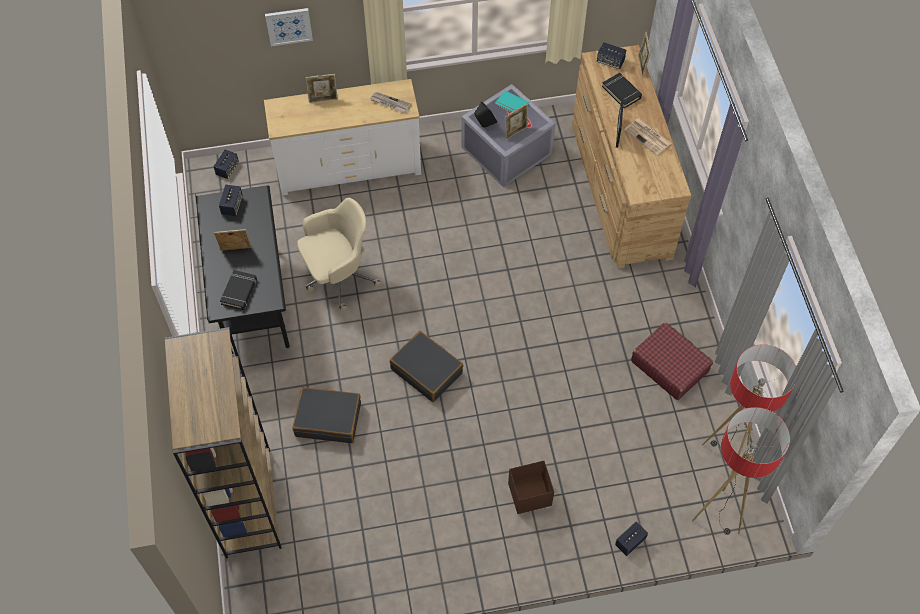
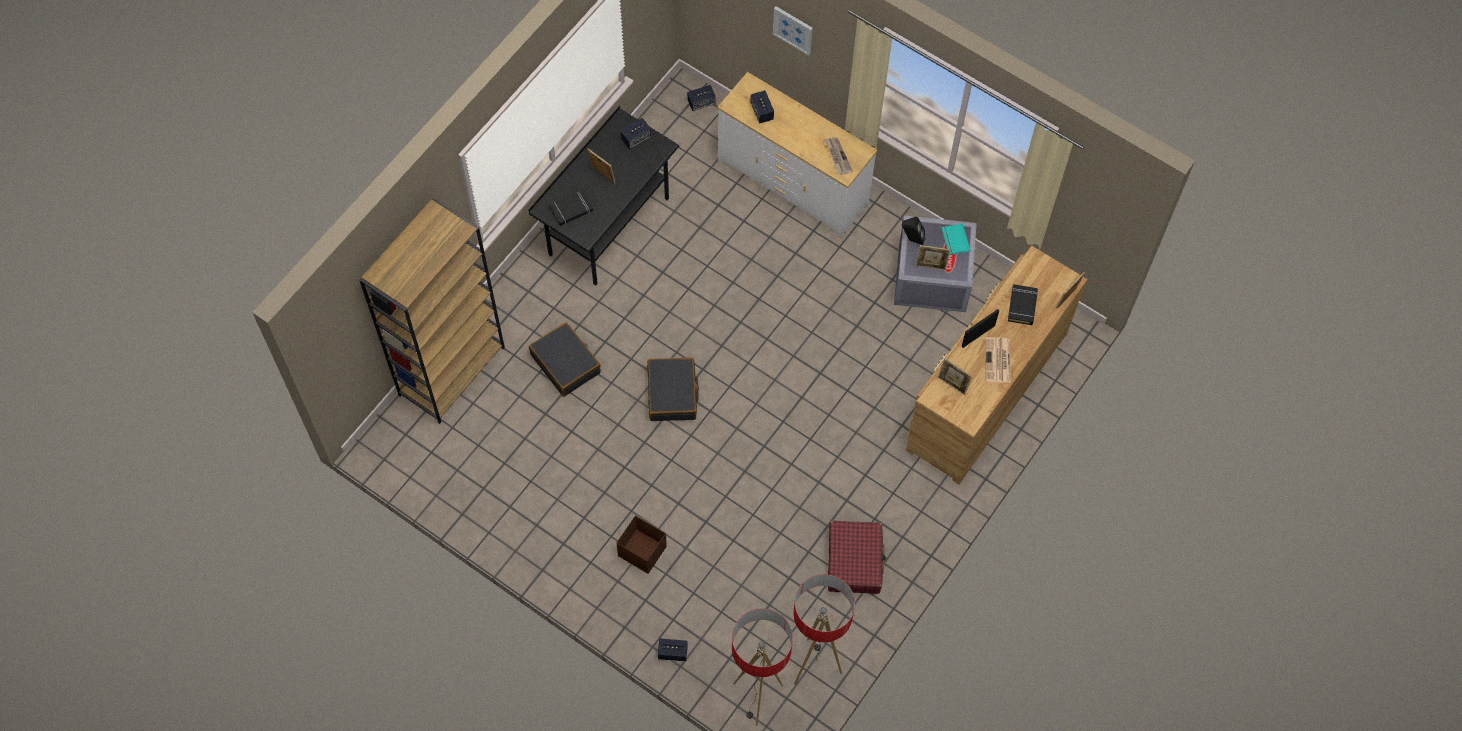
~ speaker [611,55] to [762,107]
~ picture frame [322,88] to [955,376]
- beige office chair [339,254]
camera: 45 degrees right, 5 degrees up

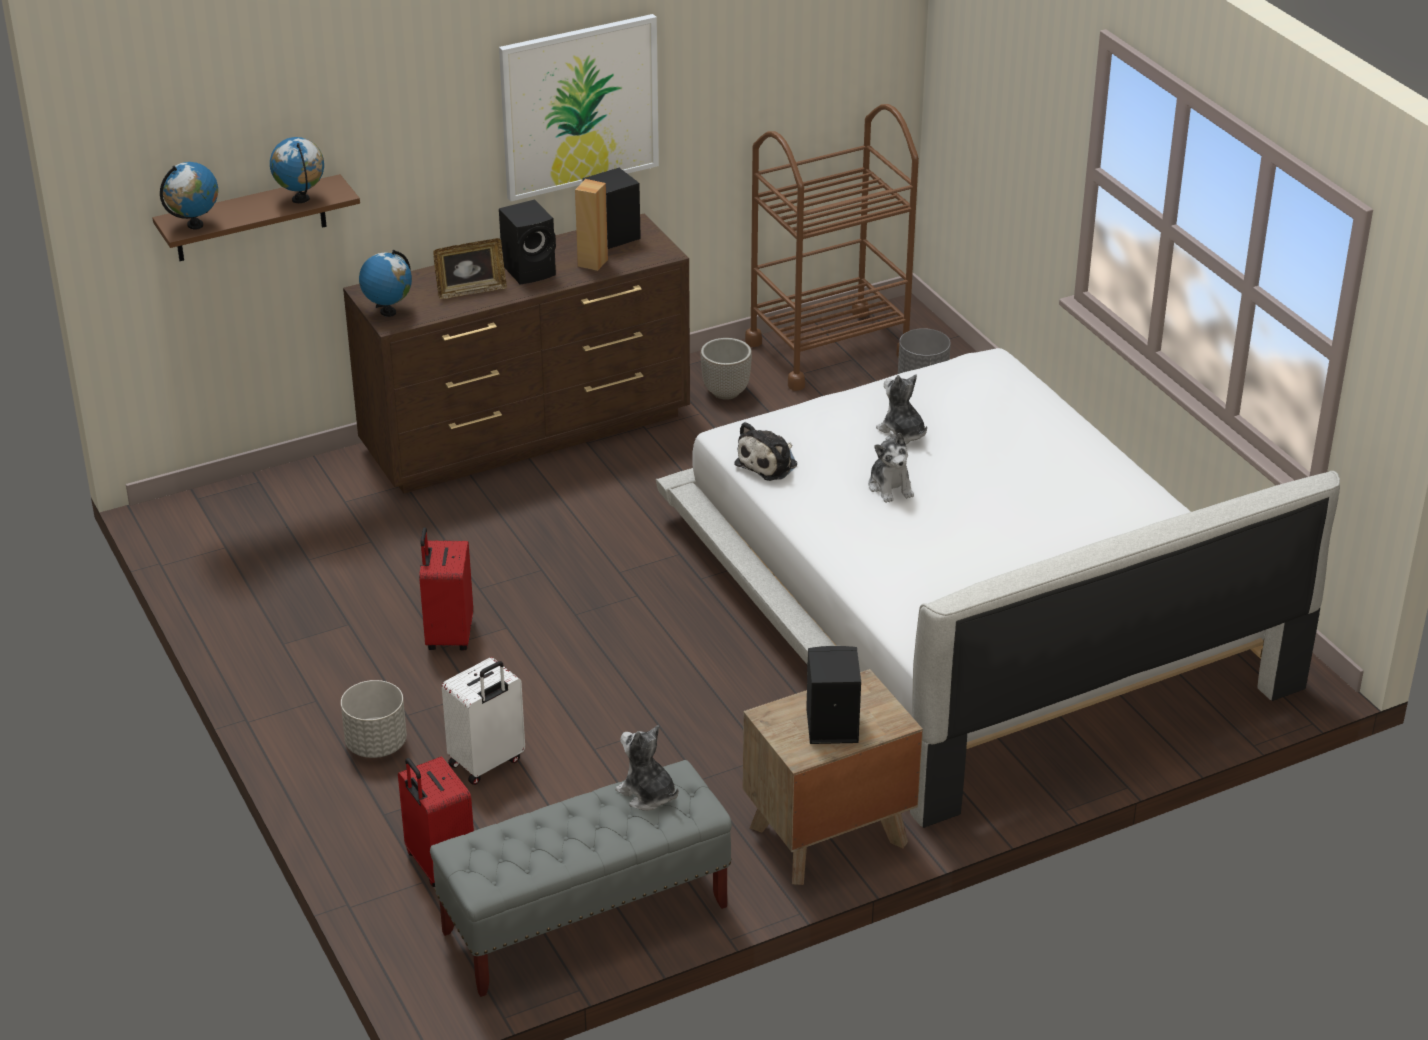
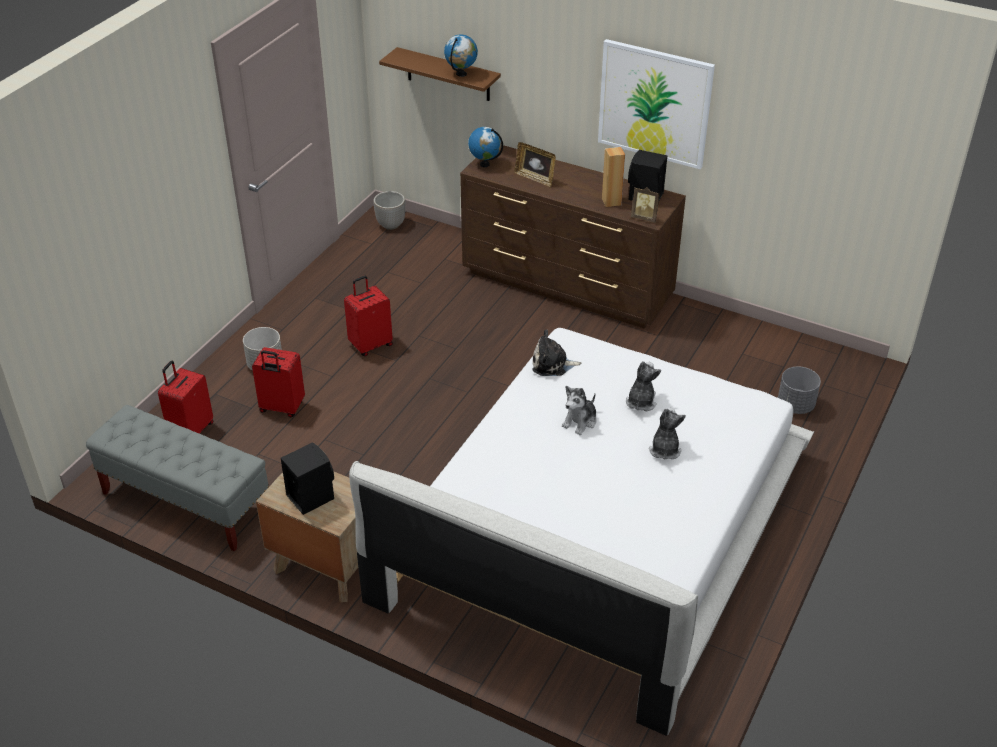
- brown cart [832,247]
- globe [189,196]
- black speaker [527,241]
~ planter [726,369] to [389,210]
~ white suitcase [483,721] to red suitcase [278,382]
~ plush toy [647,768] to [667,433]
+ picture frame [645,205]
camera: 55 degrees right, 5 degrees up

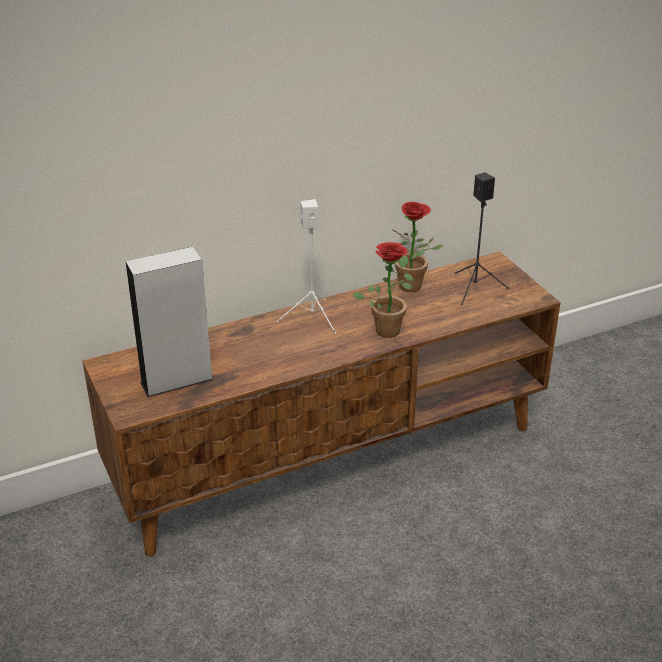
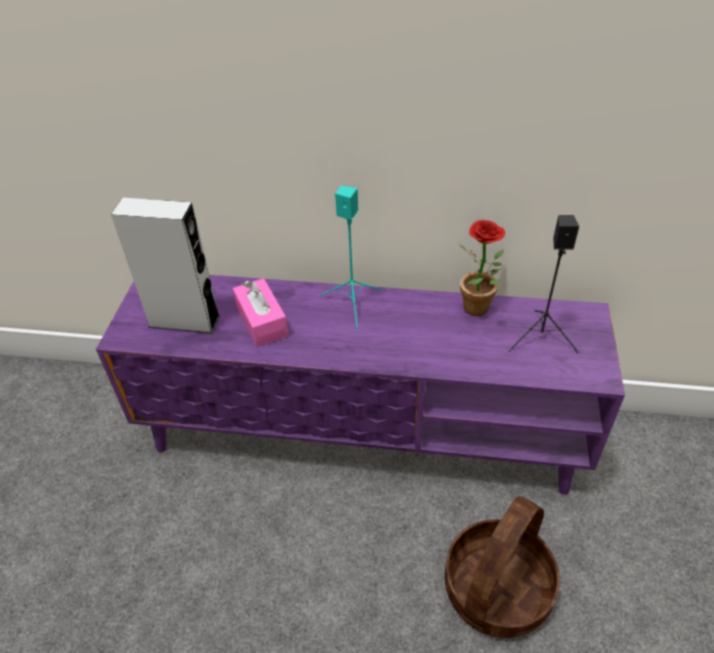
~ white speaker [306,266] to turquoise speaker [350,258]
- potted plant [383,290]
~ brown tv stand [321,404] to purple tv stand [360,385]
+ pink tissue box [261,312]
+ basket [502,567]
camera: 35 degrees right, 10 degrees up

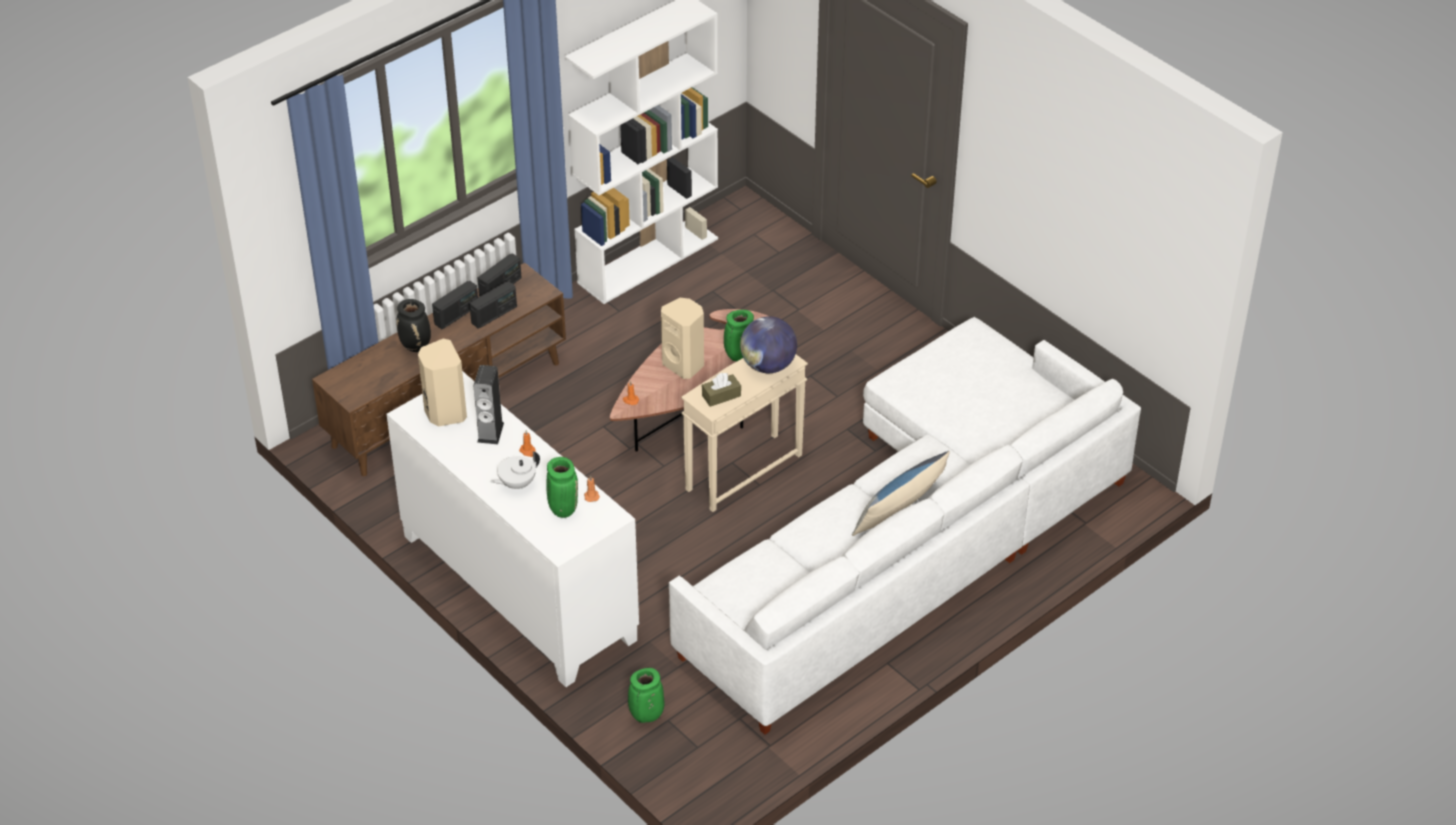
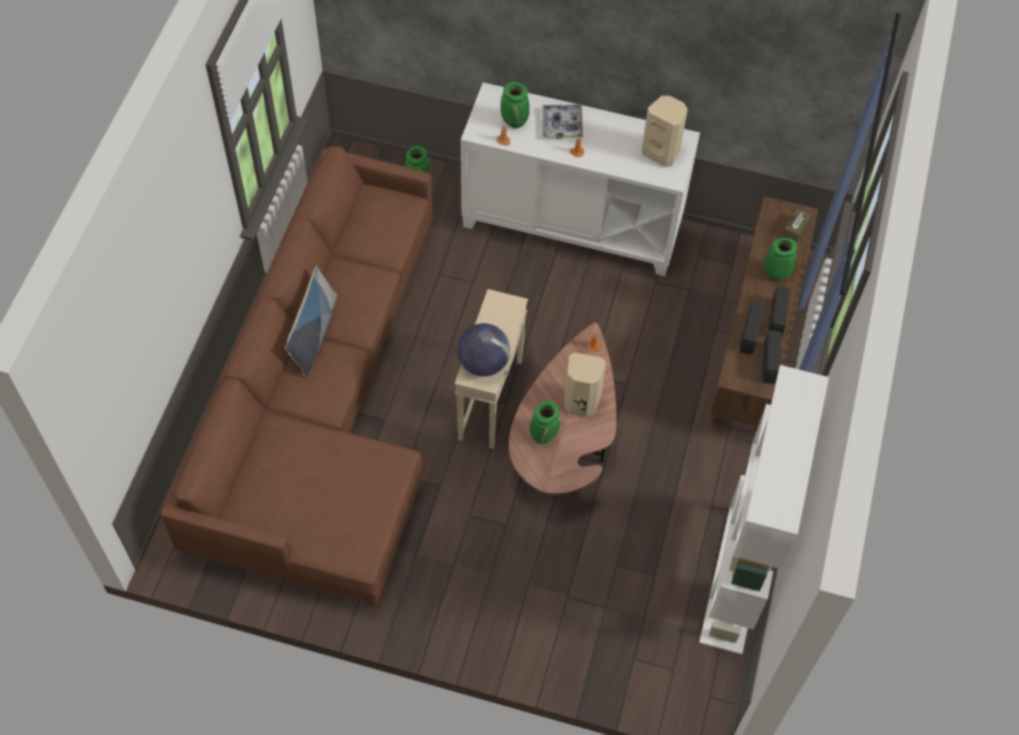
~ black vase [413,325] to green vase [780,259]
~ white sofa [905,526] to brown sofa [296,376]
- speaker [489,404]
~ brown tissue box [721,390] to [796,226]
~ white teapot [515,470] to tray [562,122]
camera: 145 degrees right, 15 degrees up

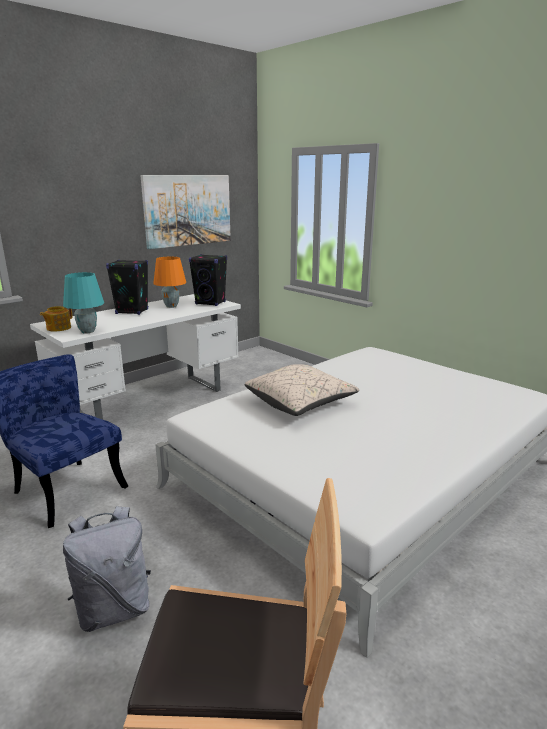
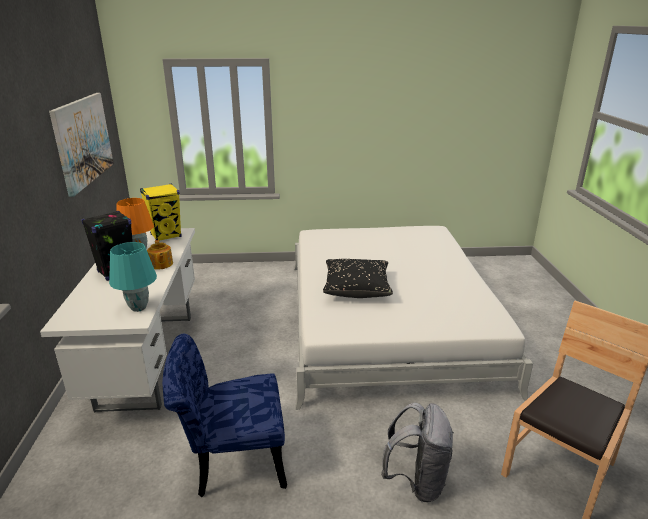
~ black speaker [208,280] to yellow speaker [161,212]
~ teapot [56,318] to [160,255]
~ beige pillow [302,390] to black pillow [358,278]
camera: 50 degrees left, 5 degrees up

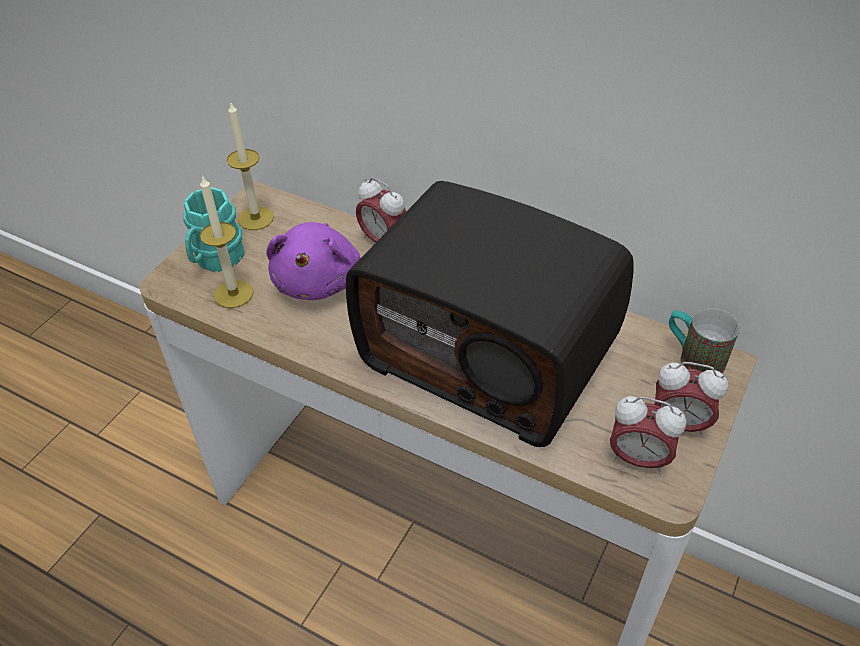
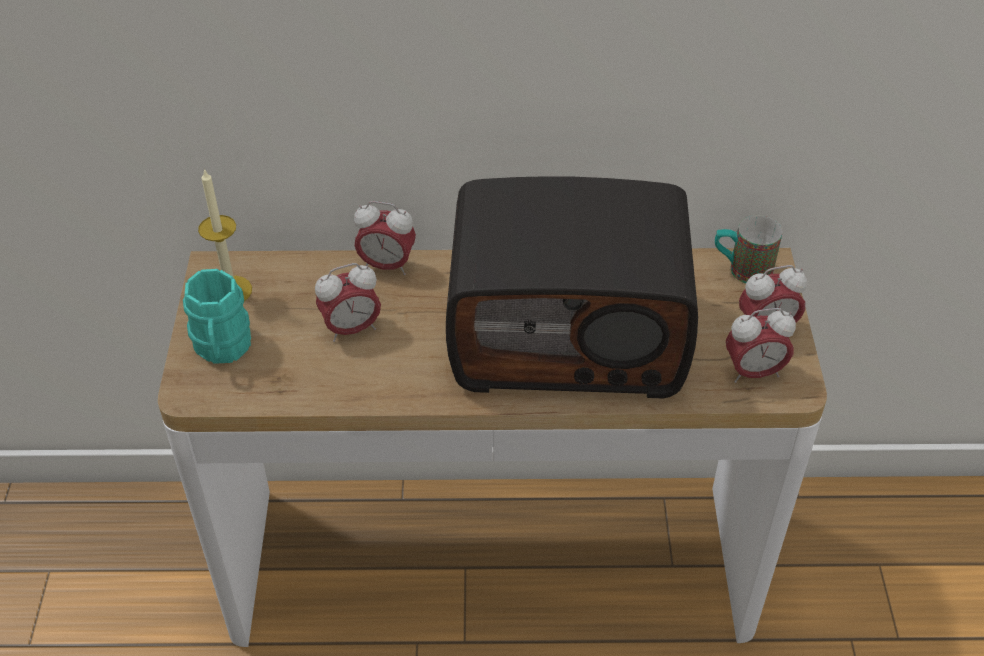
- candle [227,241]
~ purple plush toy [313,261] to alarm clock [348,302]
camera: 30 degrees left, 0 degrees up

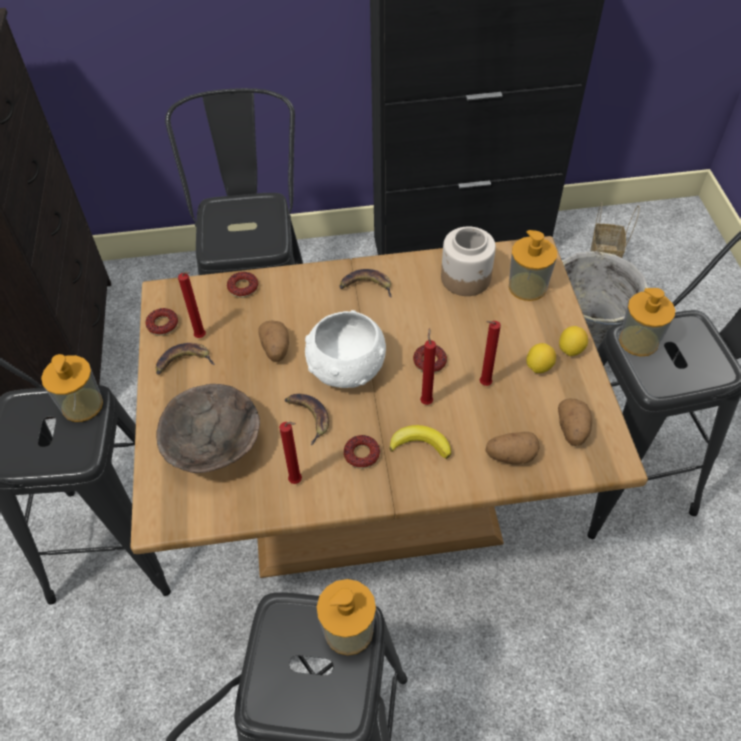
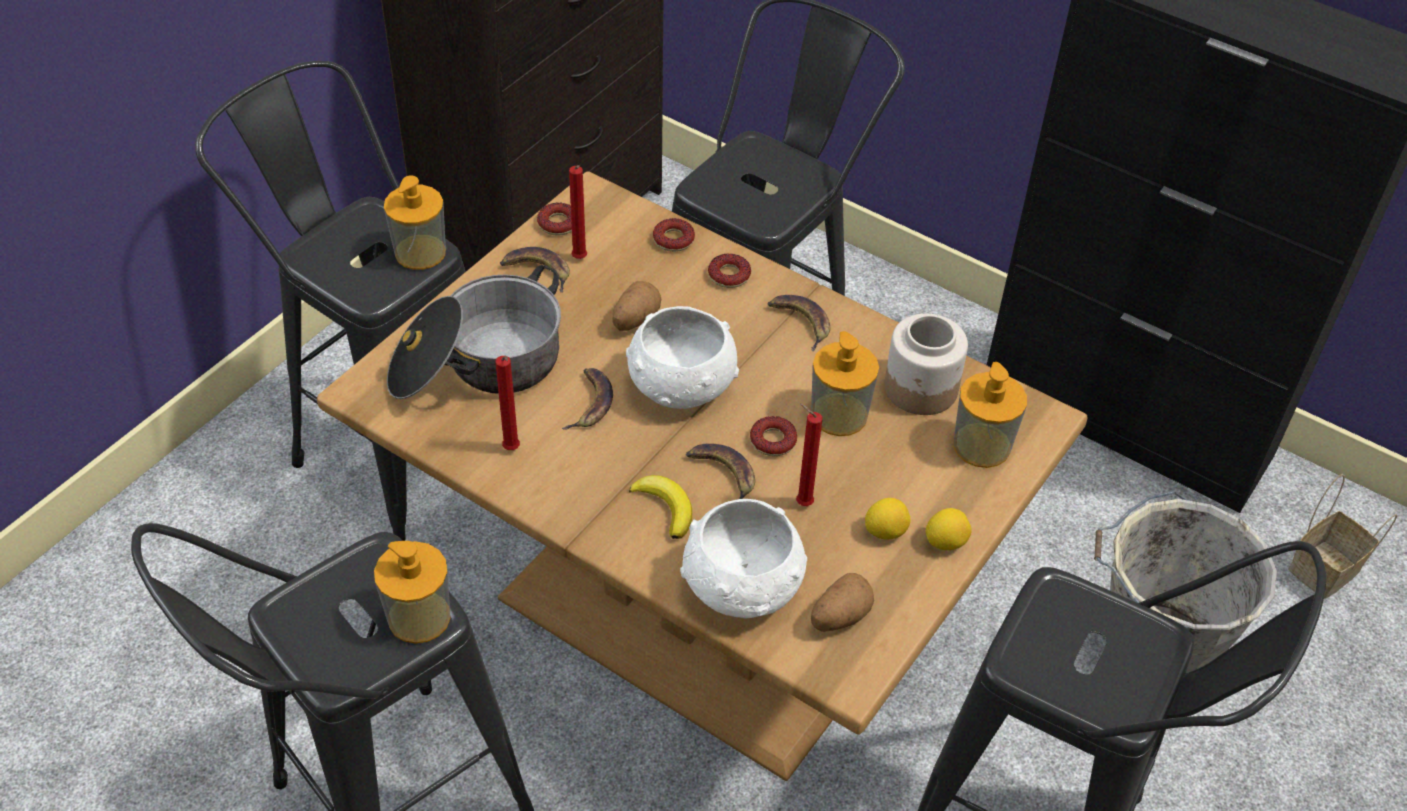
~ soap dispenser [647,322] to [845,383]
~ red candle [428,366] to banana [720,471]
~ brown bowl [208,428] to cooking pot [474,332]
~ potato [512,448] to white bowl [743,559]
~ donut [362,452] to [729,271]
camera: 40 degrees right, 5 degrees down

